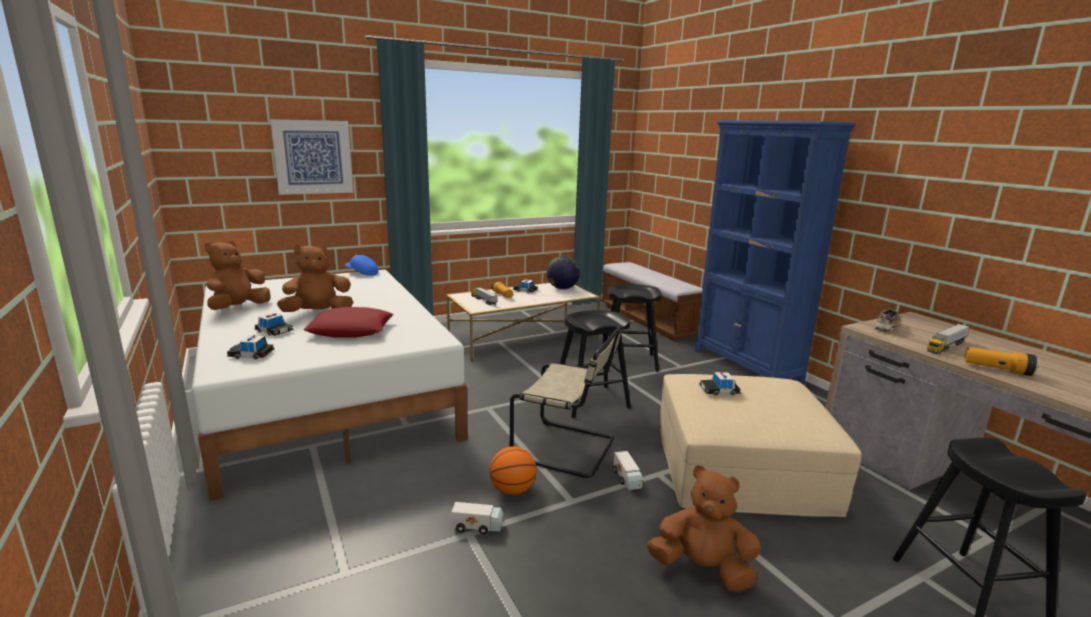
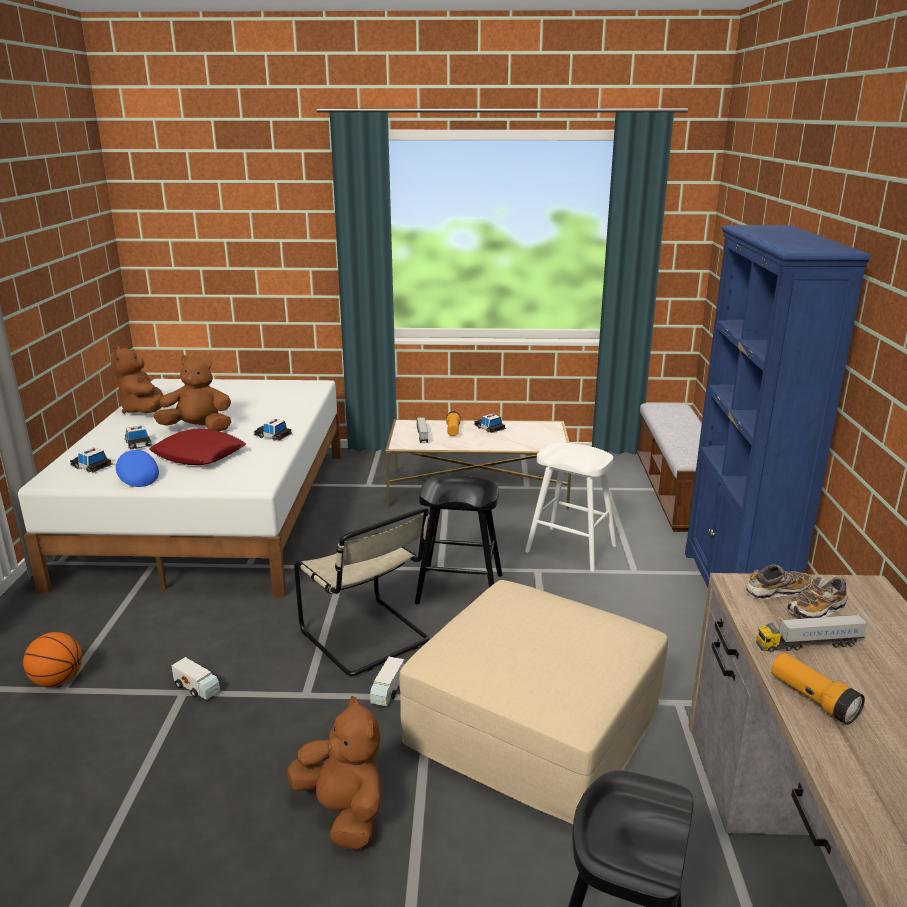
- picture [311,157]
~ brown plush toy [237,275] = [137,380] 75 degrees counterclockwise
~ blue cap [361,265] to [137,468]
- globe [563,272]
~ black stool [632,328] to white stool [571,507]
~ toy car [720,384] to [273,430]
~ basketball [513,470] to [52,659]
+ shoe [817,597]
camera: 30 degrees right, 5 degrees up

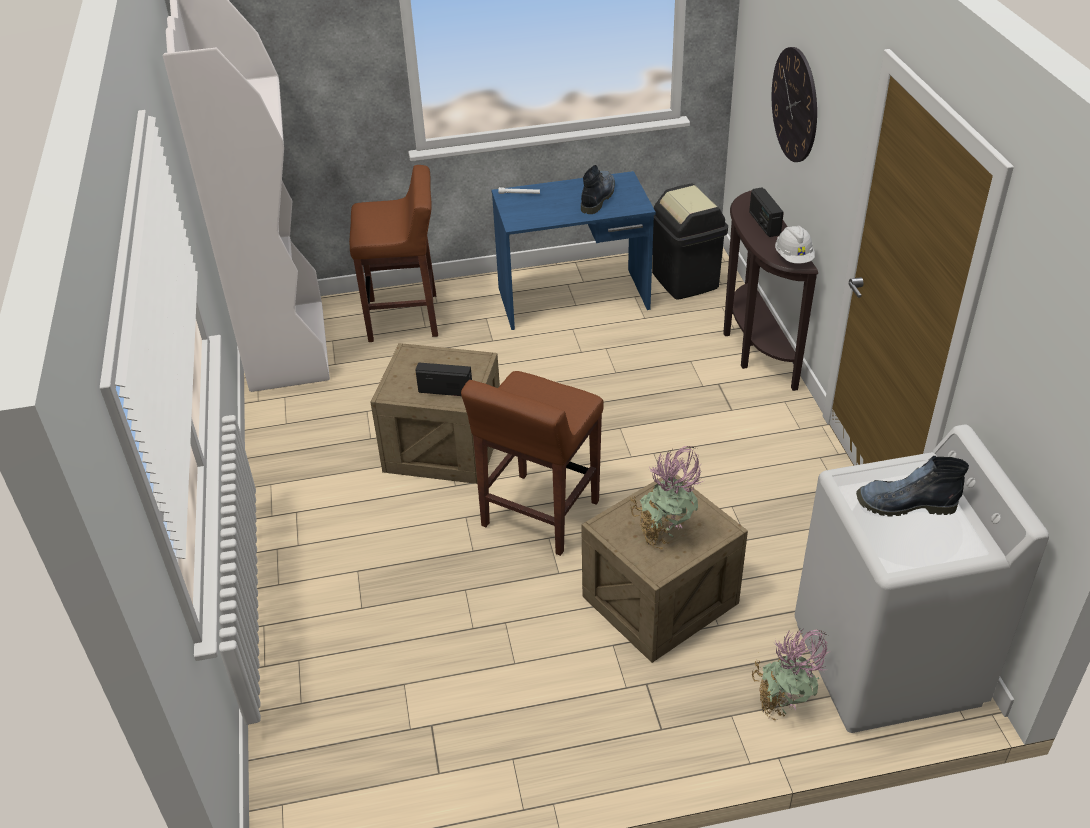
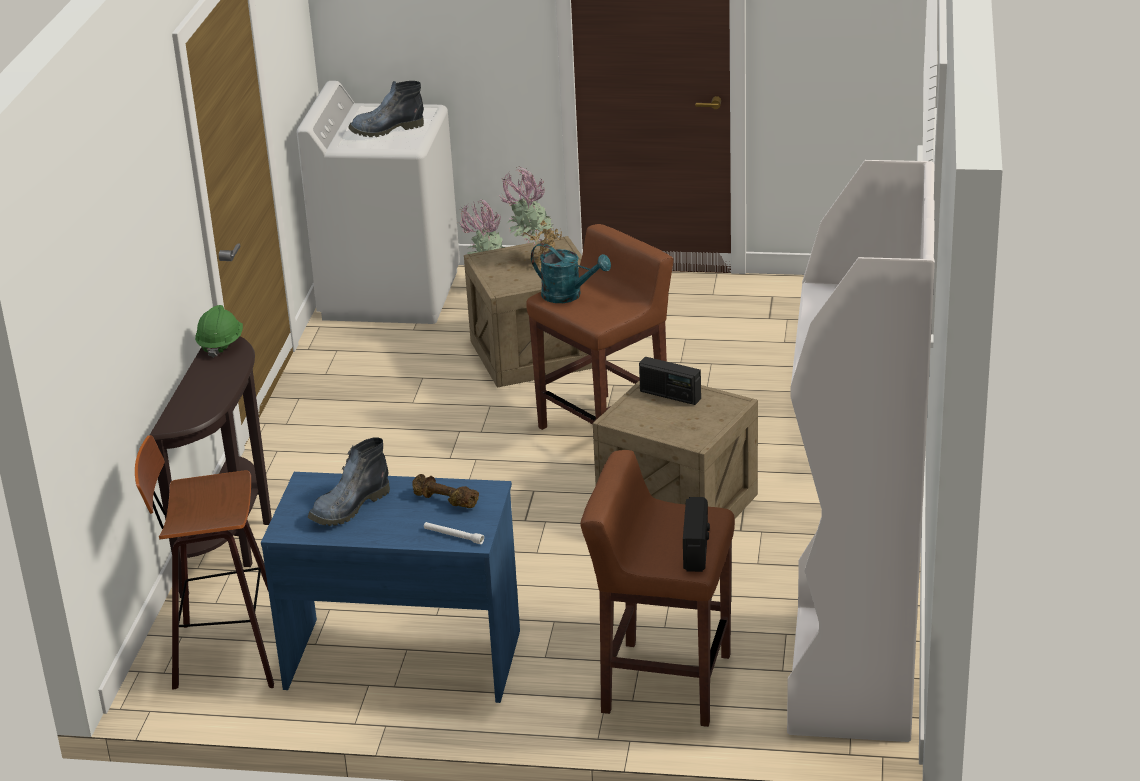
- wall clock [794,104]
~ black trash can [690,242] to stool [204,562]
~ radio [766,212] to [696,534]
~ white hard hat [795,245] to green hard hat [219,331]
~ boot [912,486] = [386,109] 135 degrees clockwise
+ turquoise watering can [571,273]
+ brown dumbbell [445,491]
camera: 160 degrees left, 10 degrees down

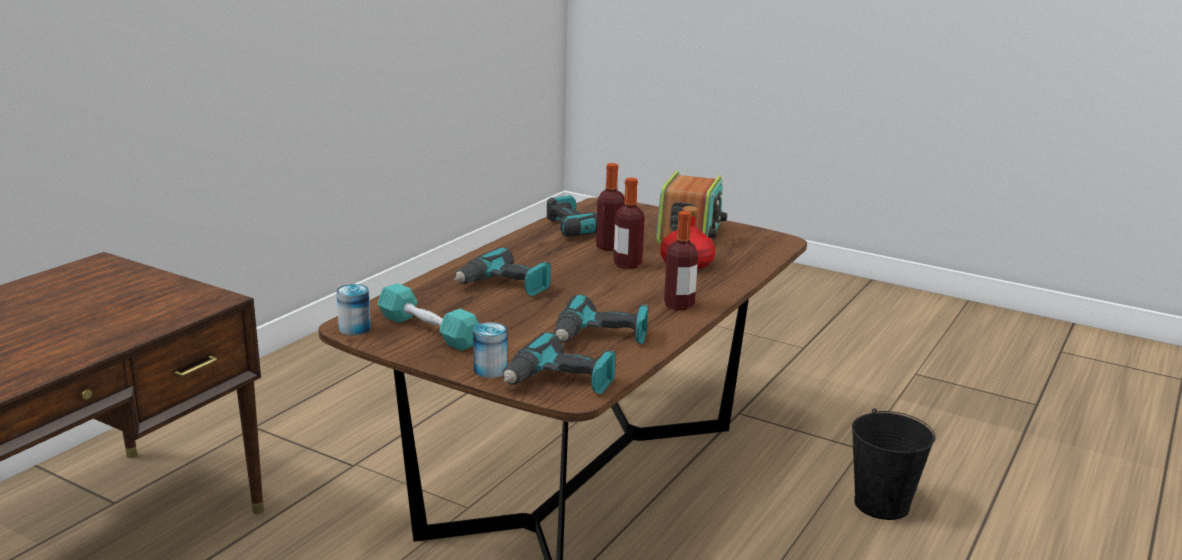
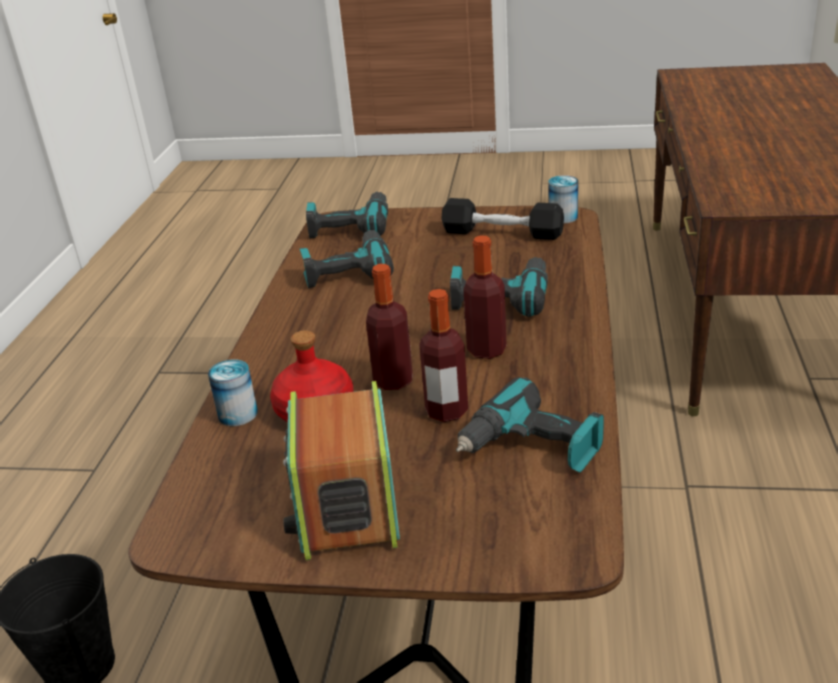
~ bottle [681,260] to [485,297]
~ turquoise dumbbell [428,317] to black dumbbell [502,219]
~ can [490,350] to [233,392]
camera: 160 degrees right, 10 degrees up

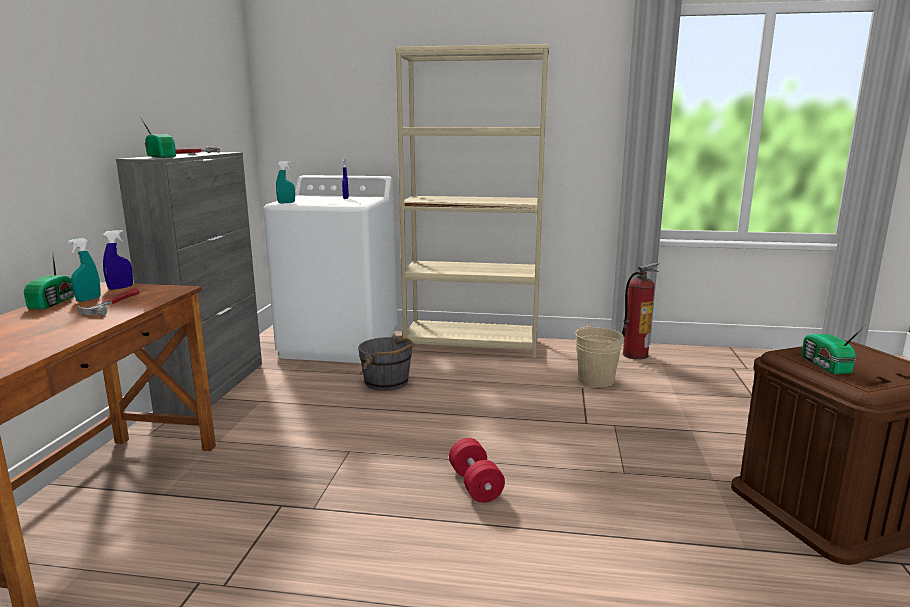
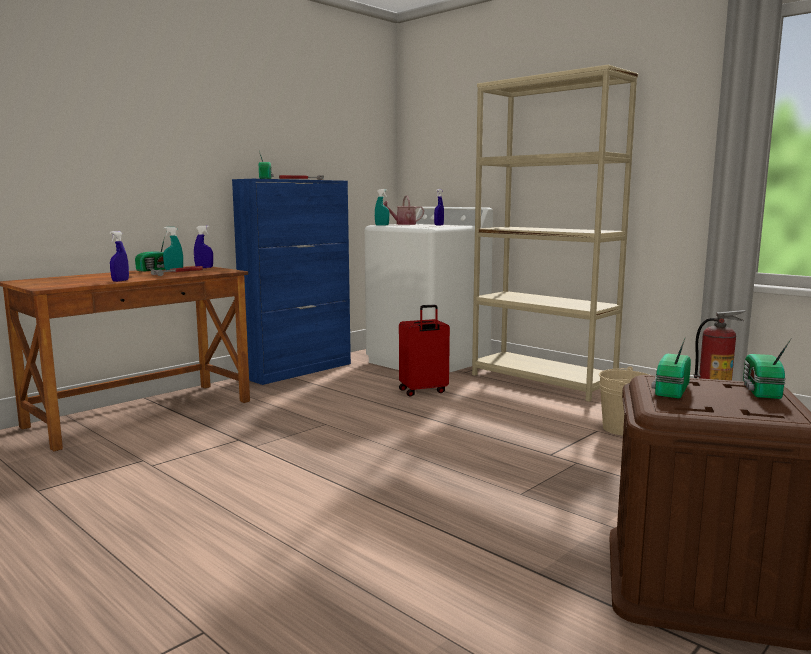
~ grey cabinet [189,284] to blue cabinet [291,282]
~ grey bucket [386,364] to red suitcase [424,350]
- red dumbbell [477,470]
+ watering can [403,210]
+ blue spray bottle [119,256]
+ radio [767,368]
camera: 35 degrees right, 5 degrees down

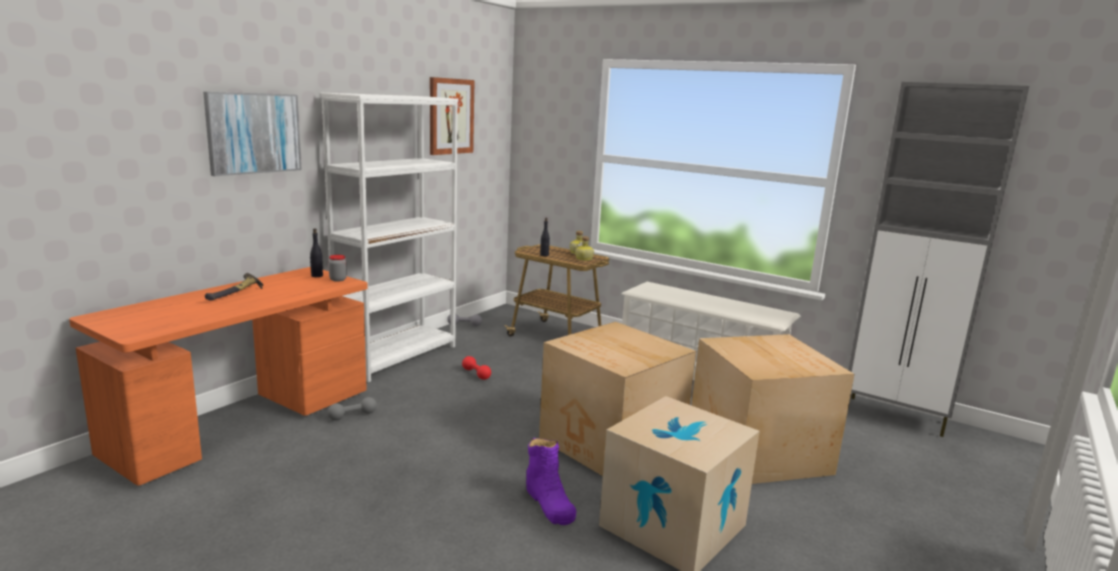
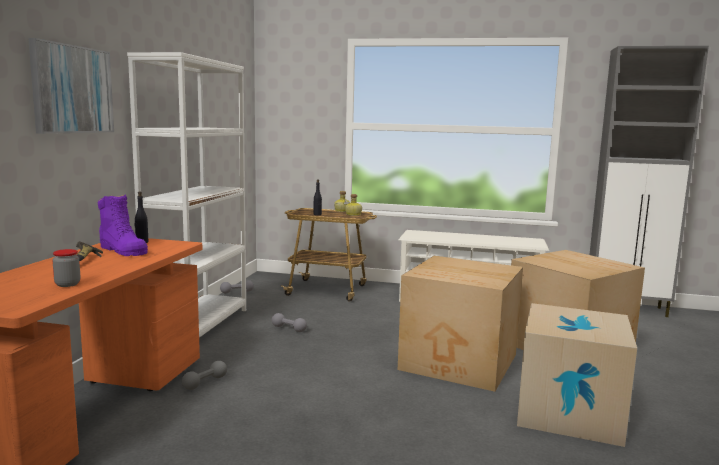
- picture [452,116]
~ jar [338,268] to [66,268]
~ red dumbbell [476,368] to grey dumbbell [289,322]
~ purple boot [551,481] to [123,225]
camera: 20 degrees left, 5 degrees down

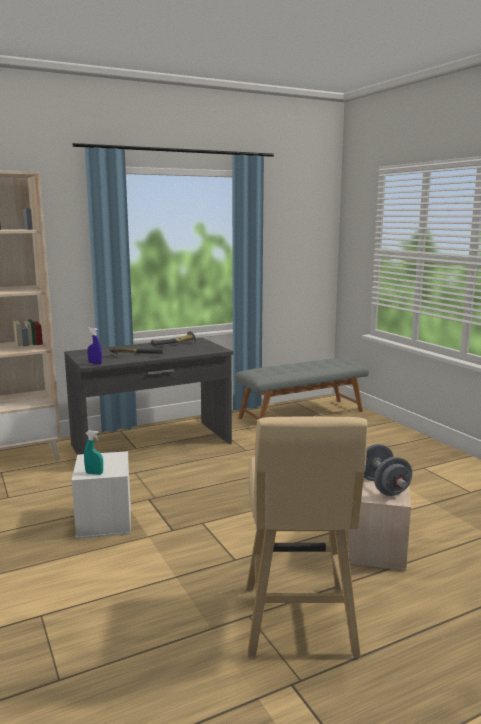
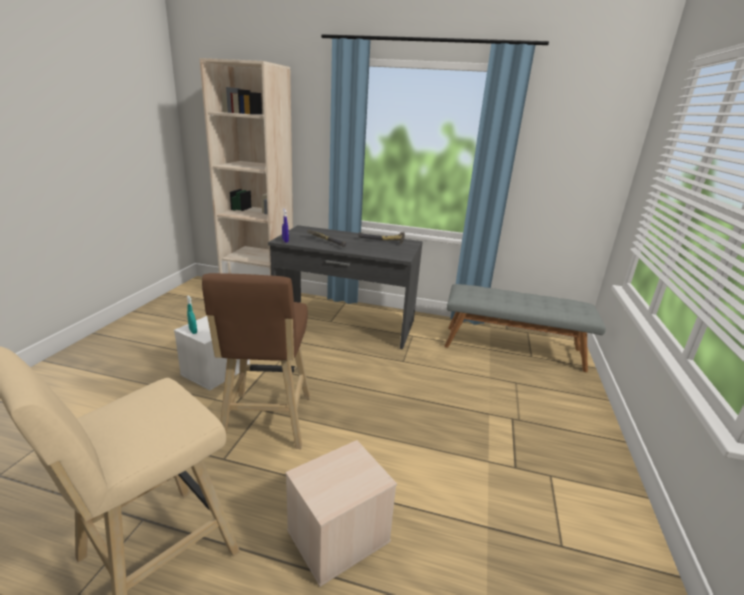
- grey dumbbell [388,470]
+ brown stool [256,361]
camera: 40 degrees right, 10 degrees up

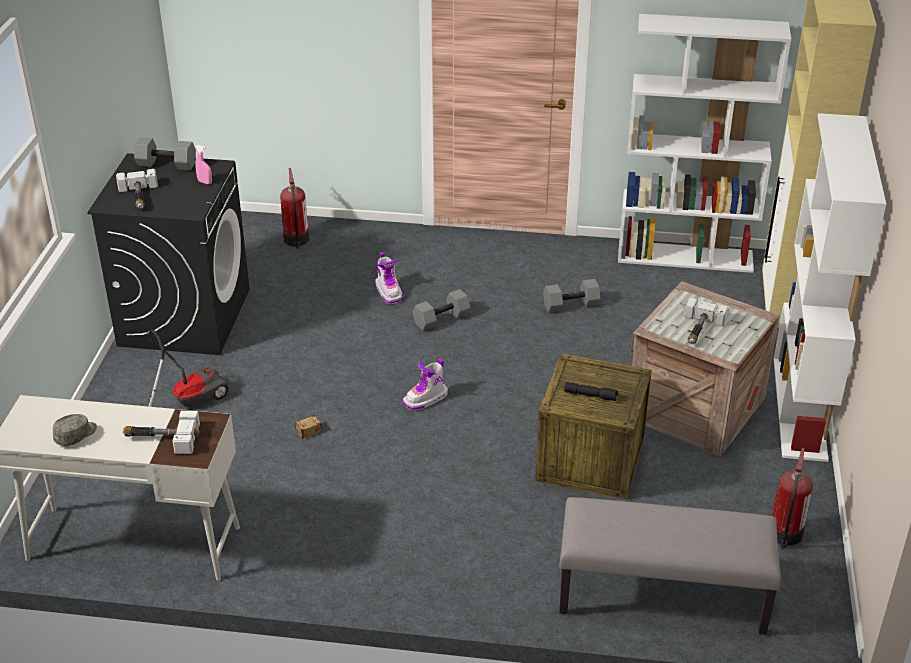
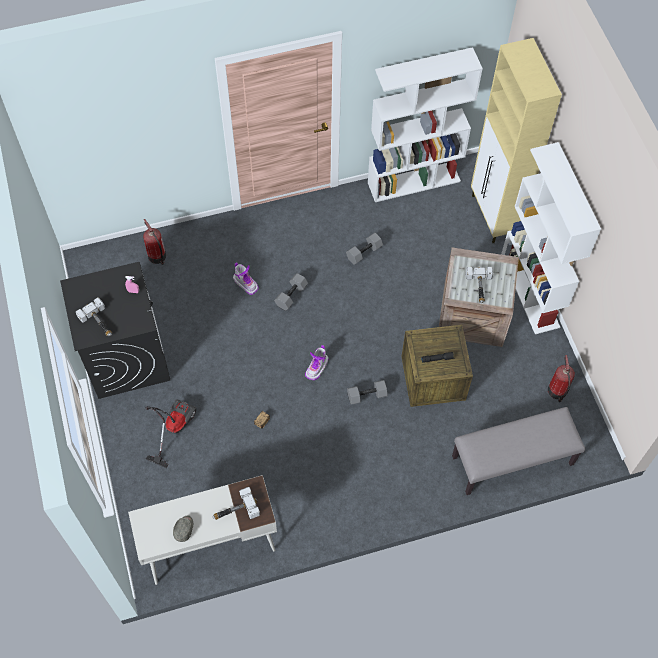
~ grey dumbbell [165,154] to [367,392]
camera: 25 degrees left, 25 degrees up

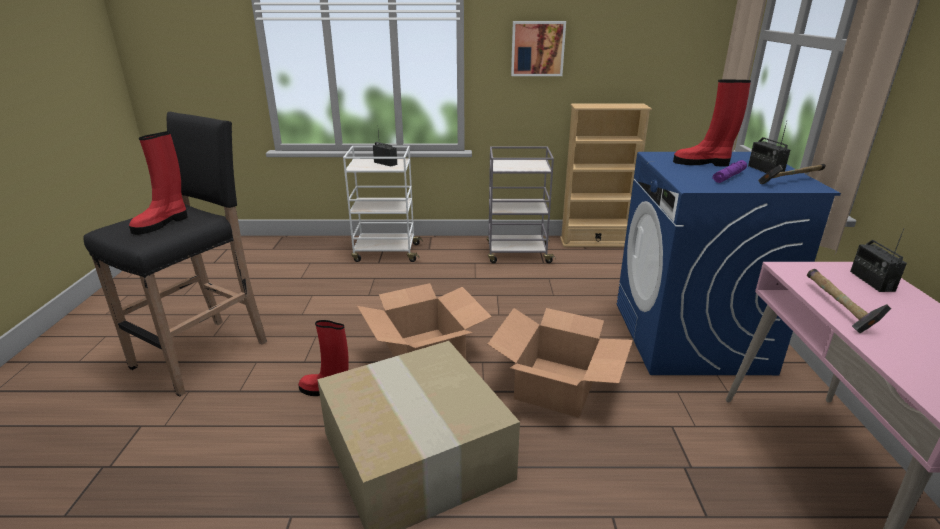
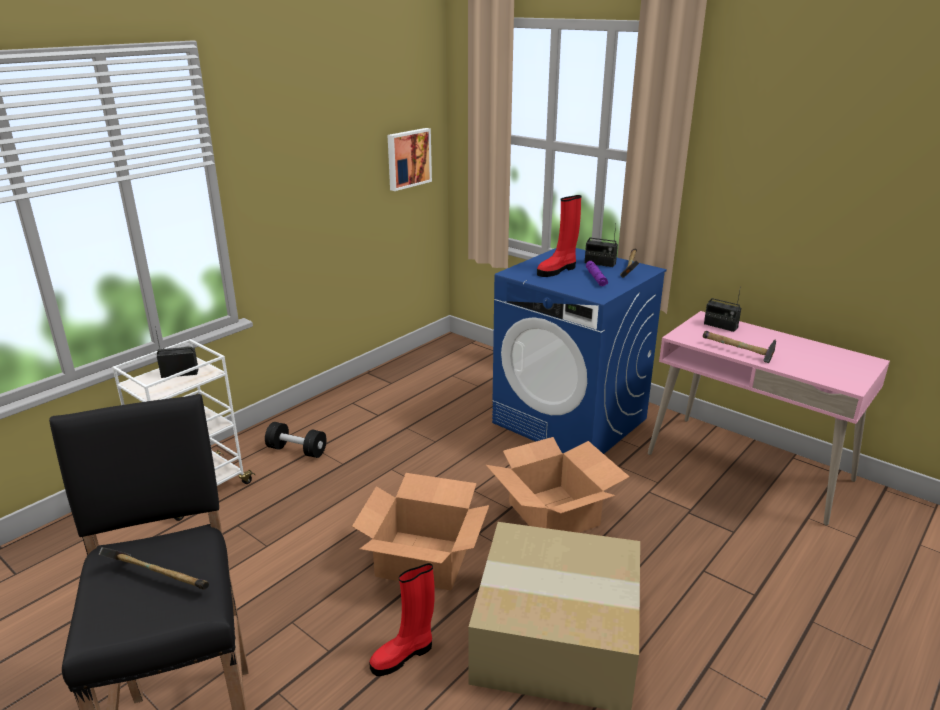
~ picture [538,48] to [410,159]
- beige bookcase [606,175]
~ red boot [158,183] to hammer [153,568]
- grey cart [521,205]
+ black dumbbell [296,440]
camera: 50 degrees left, 0 degrees up

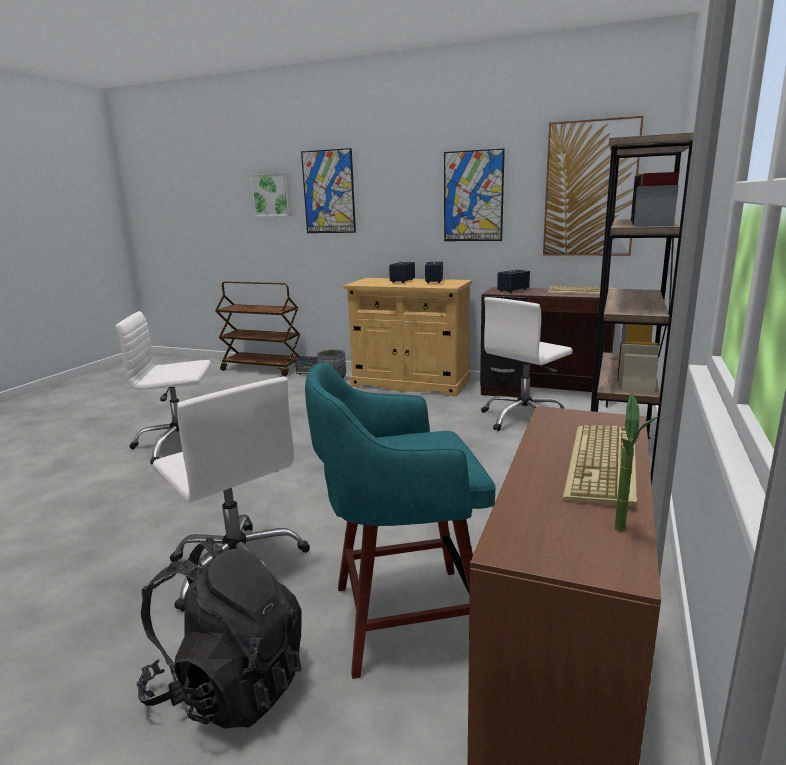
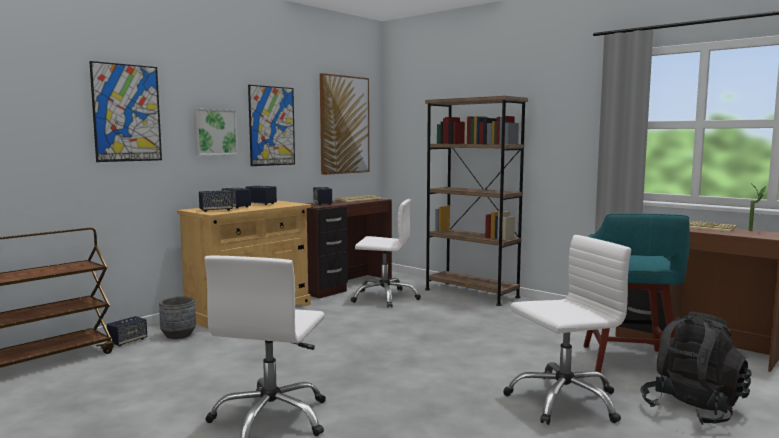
~ picture [271,195] to [216,132]
~ white office chair [527,364] = [386,253] 60 degrees counterclockwise
+ speaker [216,201]
camera: 70 degrees left, 10 degrees down

